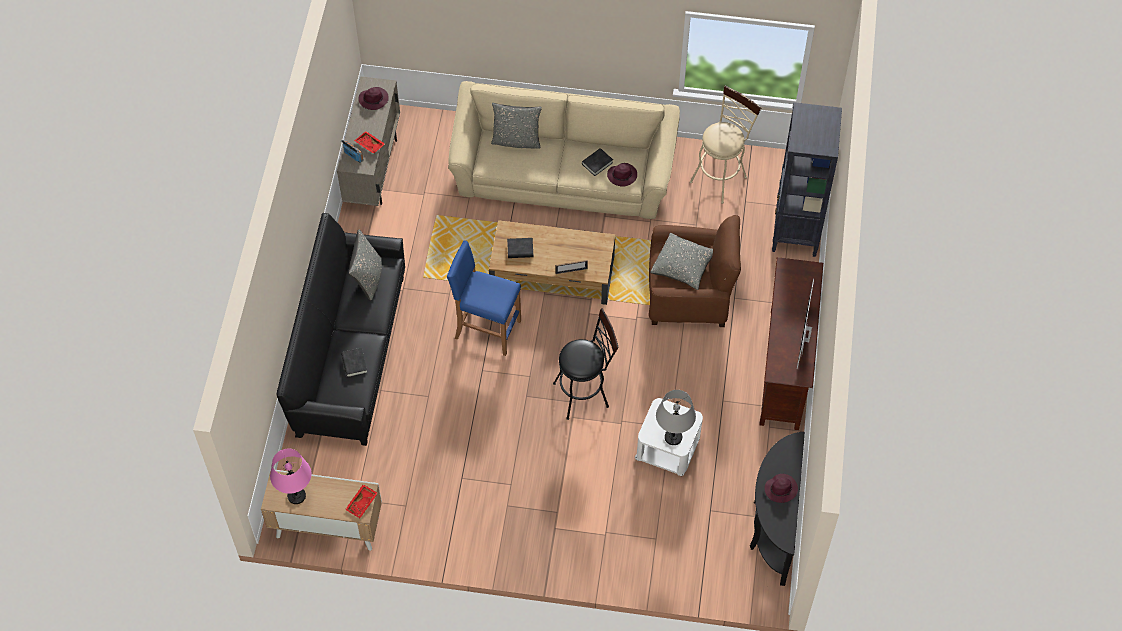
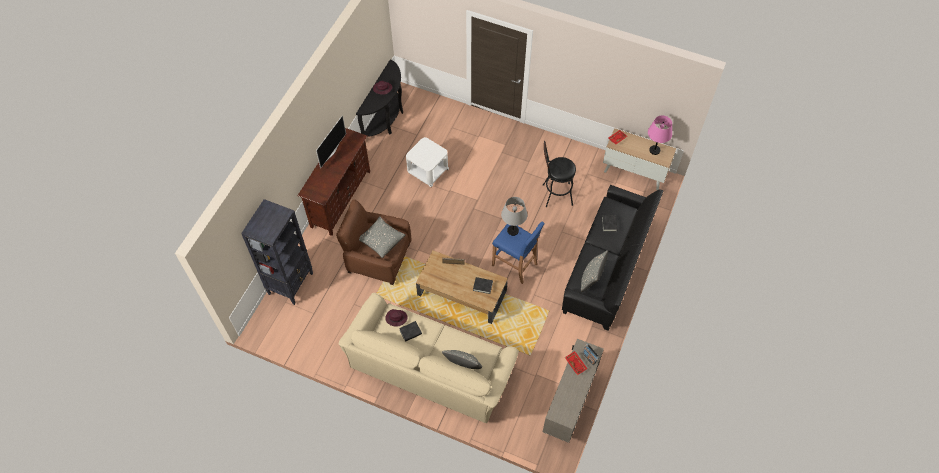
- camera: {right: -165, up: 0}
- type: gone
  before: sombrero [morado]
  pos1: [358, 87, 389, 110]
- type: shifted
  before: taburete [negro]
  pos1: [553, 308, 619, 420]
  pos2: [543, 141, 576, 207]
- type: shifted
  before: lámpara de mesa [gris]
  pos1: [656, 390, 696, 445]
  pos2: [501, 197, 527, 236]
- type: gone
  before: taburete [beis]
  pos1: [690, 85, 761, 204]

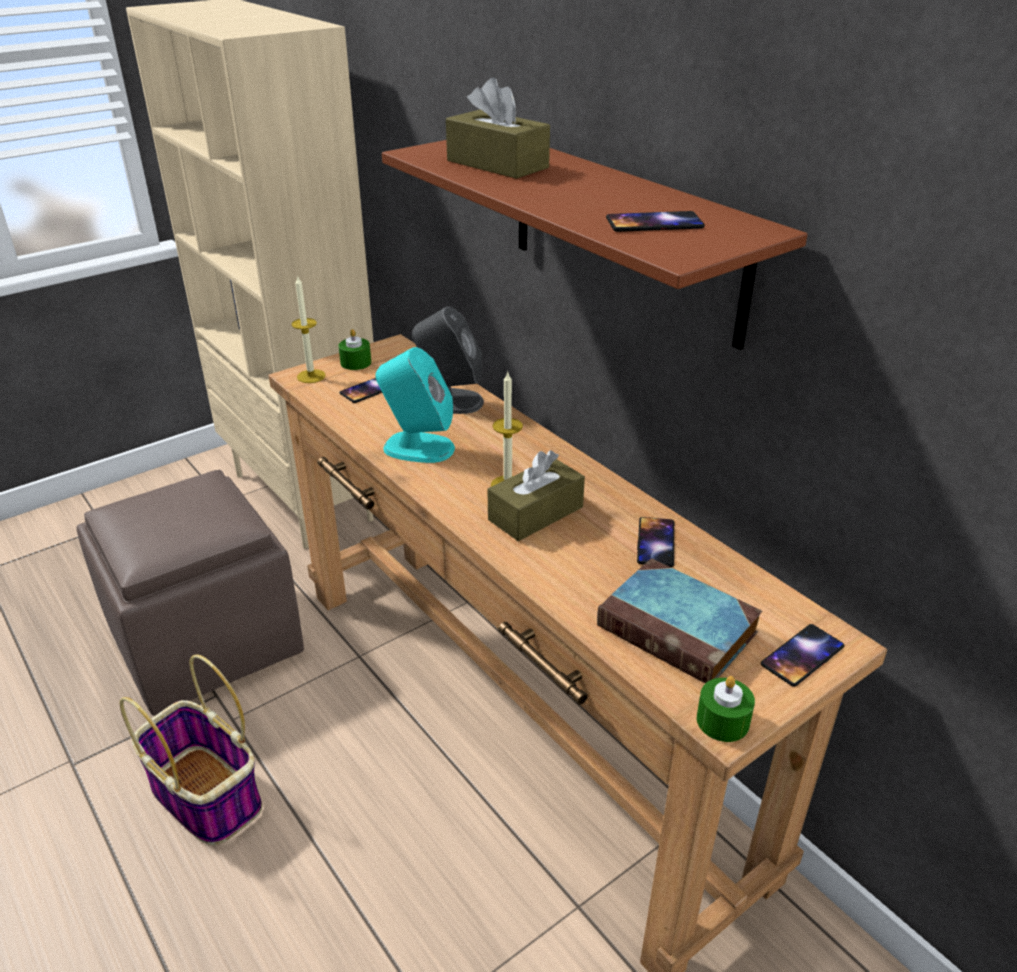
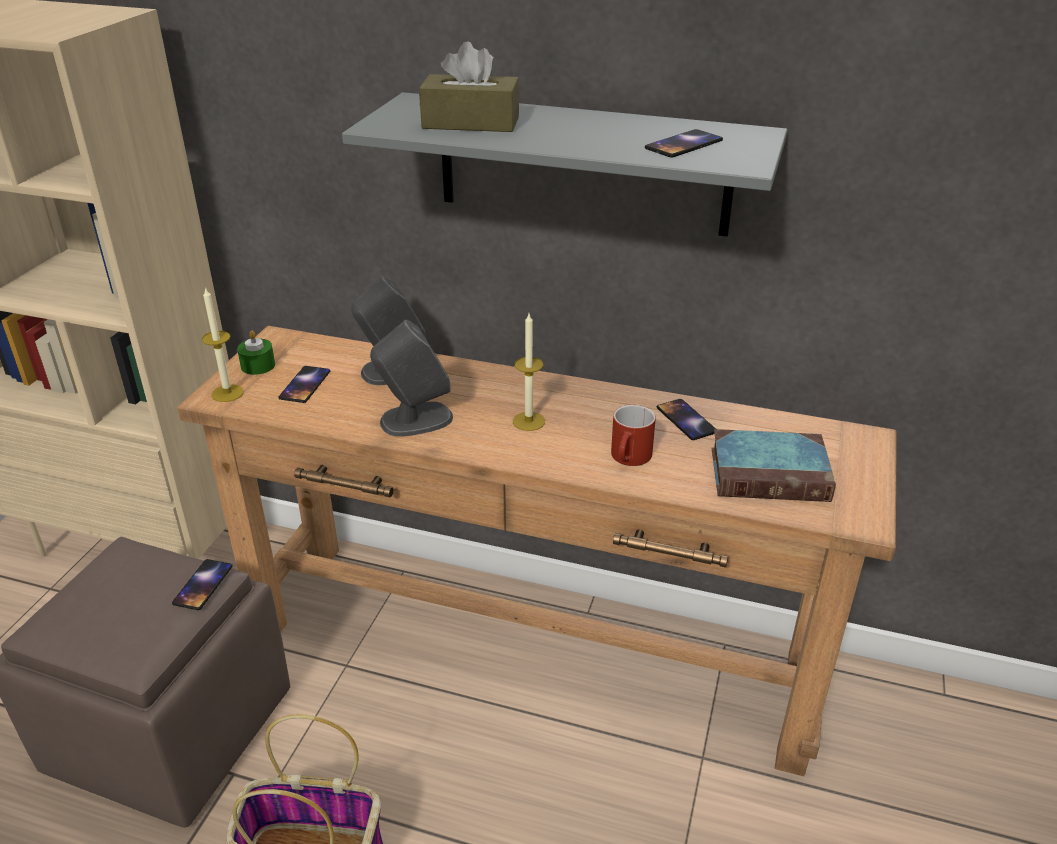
- camera: {right: -35, up: 0}
- type: repainted
  before: altavoz [turquesa]
  after: altavoz [gris]
  pos1: [376, 347, 455, 463]
  pos2: [370, 320, 453, 437]
- type: repainted
  before: estante [marrón]
  after: estante [gris]
  pos1: [382, 140, 808, 350]
  pos2: [342, 92, 787, 237]
- type: gone
  before: caja de pañuelos [marrón]
  pos1: [487, 450, 585, 541]
- type: gone
  before: vela [verde]
  pos1: [697, 676, 755, 742]
- type: shifted
  before: móvil
  pos1: [761, 624, 844, 687]
  pos2: [172, 559, 233, 610]
- type: new
  after: taza grande [rojo]
  pos2: [611, 405, 656, 466]

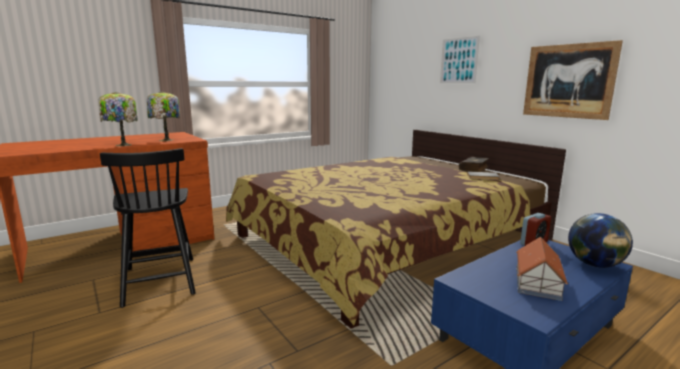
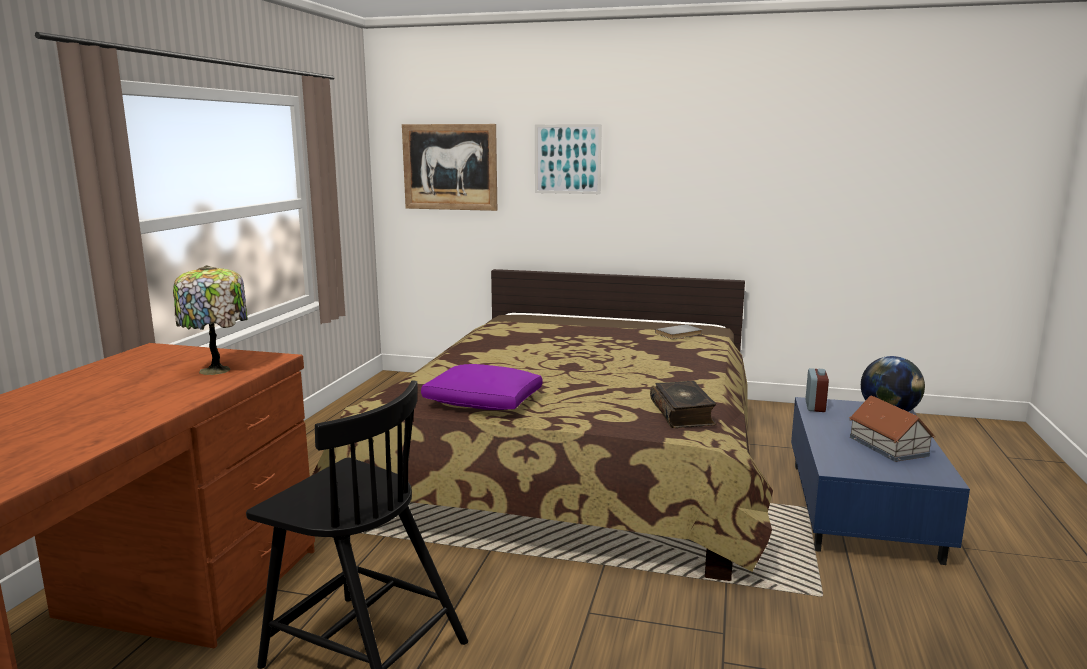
- camera: {right: -40, up: 0}
- type: gone
  before: lámpara de mesa
  pos1: [98, 92, 138, 146]
- type: shifted
  before: libro
  pos1: [459, 157, 489, 172]
  pos2: [650, 381, 716, 428]
- type: shifted
  before: cuadro
  pos1: [523, 40, 623, 120]
  pos2: [402, 124, 497, 211]
- type: new
  after: cojín [morado]
  pos2: [421, 364, 542, 410]

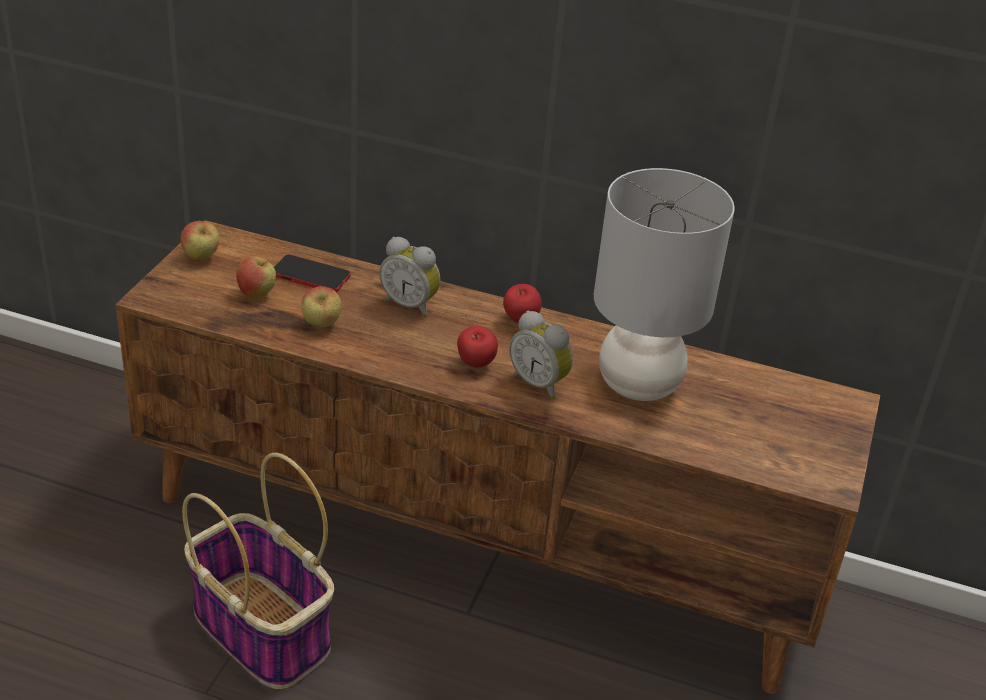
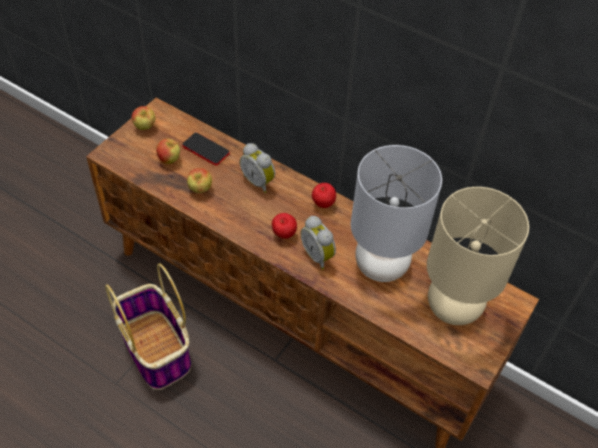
- camera: {right: 15, up: 15}
- type: new
  after: lámpara de mesa [beis]
  pos2: [427, 187, 529, 325]

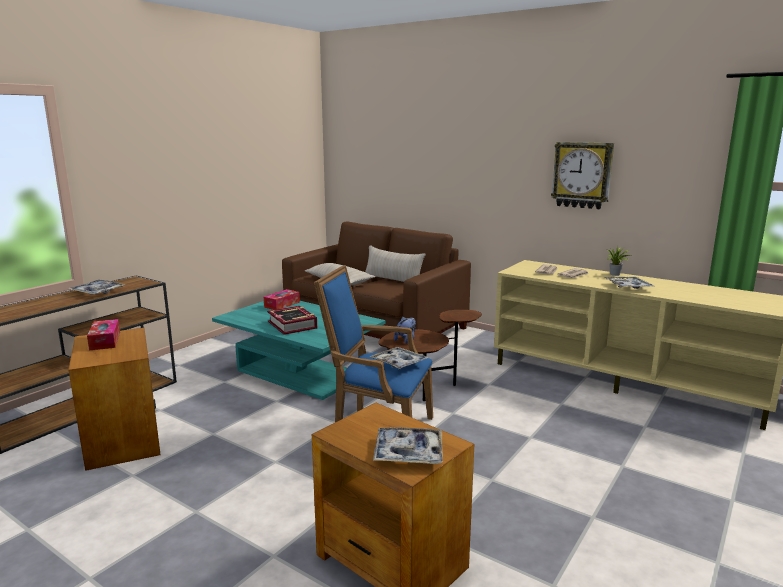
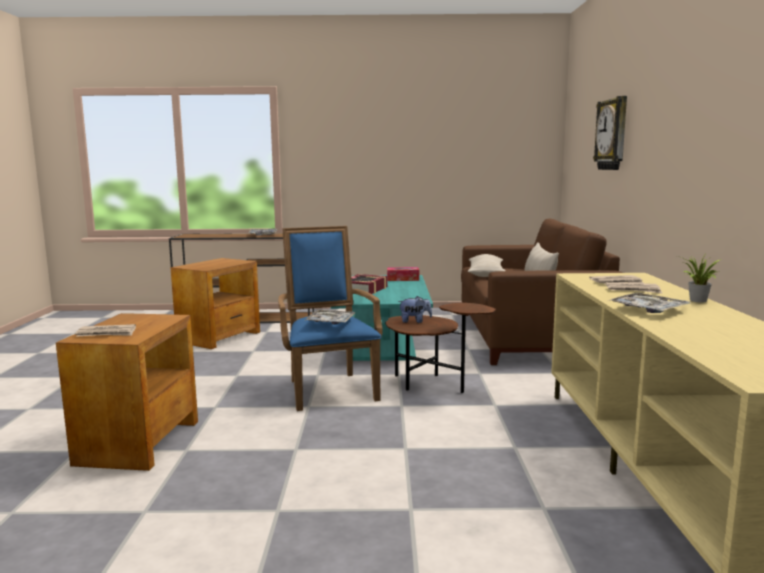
- camera: {right: 55, up: -5}
- type: gone
  before: caja de pañuelos
  pos1: [87, 319, 120, 351]
- type: swapped
  before: bandeja
  after: periódico
  pos1: [373, 427, 443, 464]
  pos2: [75, 324, 136, 337]
- type: shifted
  before: reloj de pared
  pos1: [551, 142, 614, 209]
  pos2: [593, 96, 627, 170]

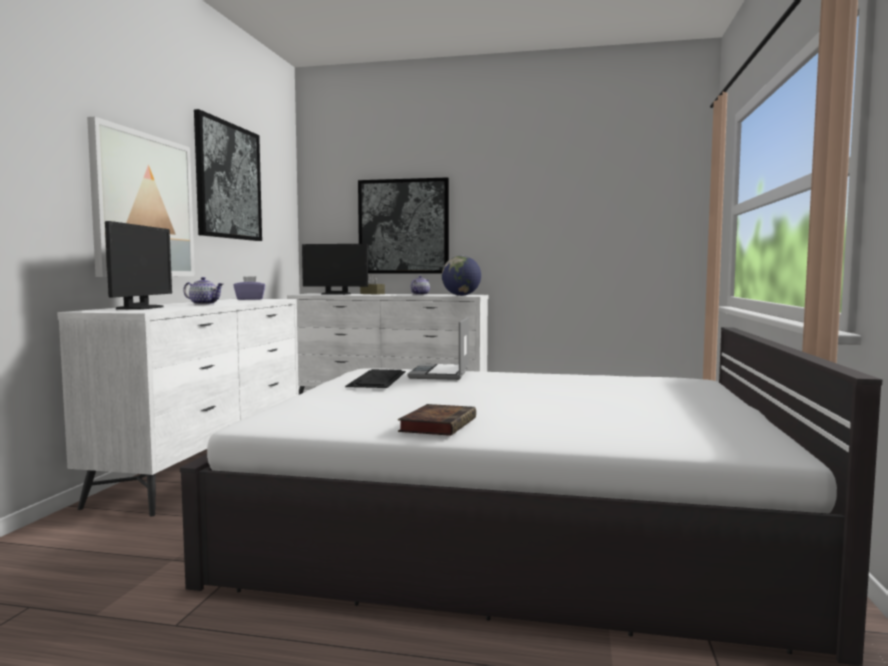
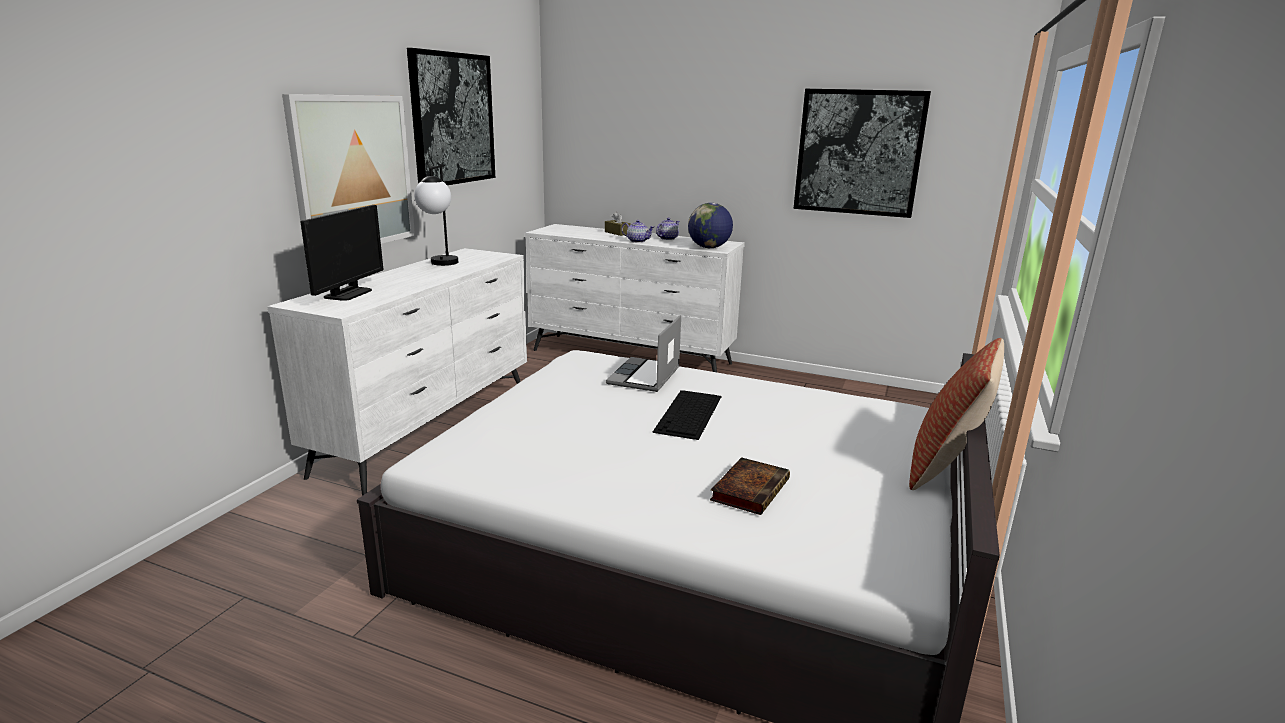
- camera: {right: 10, up: 15}
- type: shifted
  before: tetera
  pos1: [183, 277, 223, 305]
  pos2: [621, 220, 654, 243]
- type: gone
  before: caja de pañuelos [morado]
  pos1: [233, 276, 265, 300]
- type: gone
  before: monitor
  pos1: [302, 244, 368, 295]
- type: shifted
  before: teclado
  pos1: [345, 369, 406, 388]
  pos2: [652, 390, 721, 440]
- type: shifted
  before: cuadro
  pos1: [358, 177, 449, 274]
  pos2: [794, 89, 931, 218]
- type: shifted
  before: libro
  pos1: [398, 404, 476, 436]
  pos2: [710, 457, 790, 515]
- type: new
  after: lámpara de mesa
  pos2: [414, 164, 458, 266]
- type: new
  after: cojín
  pos2: [909, 338, 1004, 490]

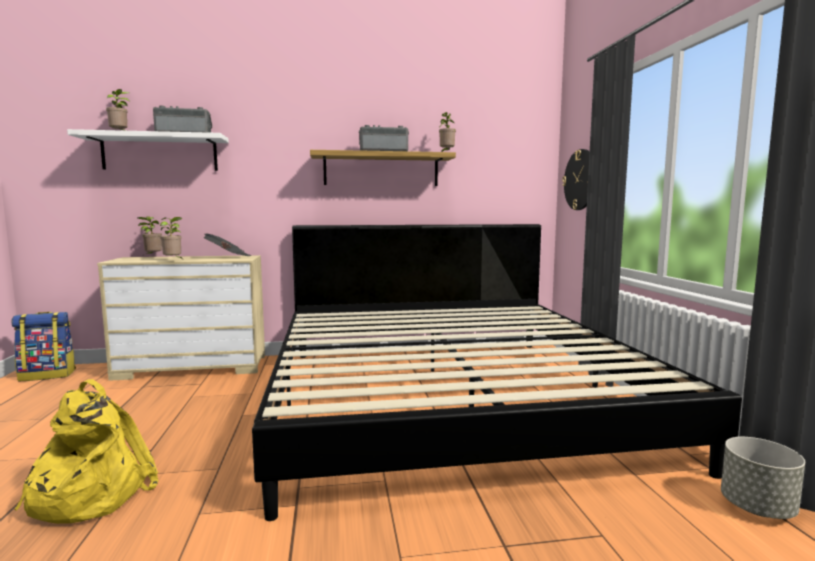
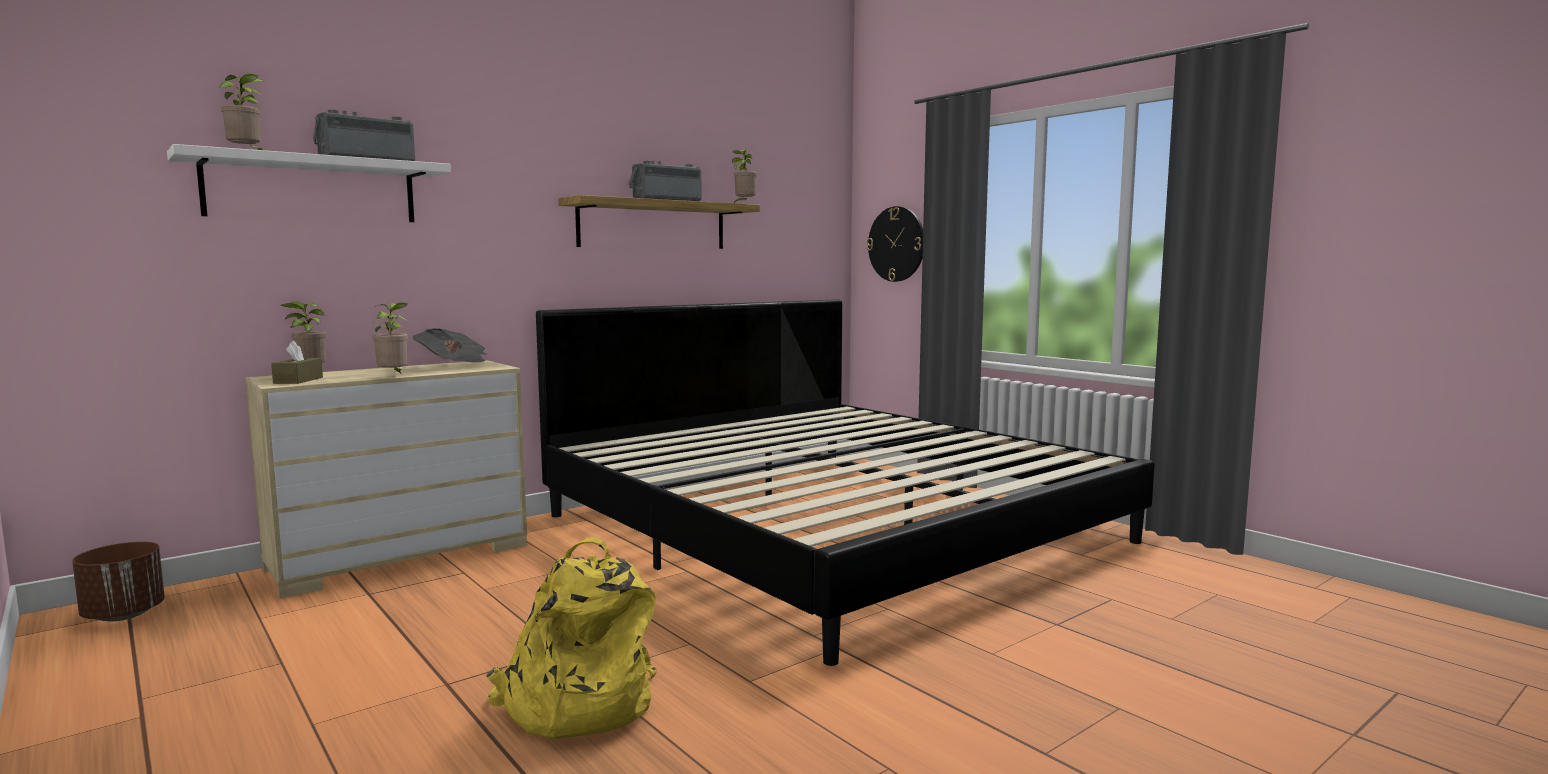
- camera: {right: -30, up: 0}
- type: swapped
  before: mochila
  after: maceta [marrón]
  pos1: [11, 312, 76, 382]
  pos2: [72, 542, 165, 621]
- type: gone
  before: maceta [gris]
  pos1: [721, 437, 805, 519]
- type: new
  after: caja de pañuelos [marrón]
  pos2: [271, 341, 323, 384]

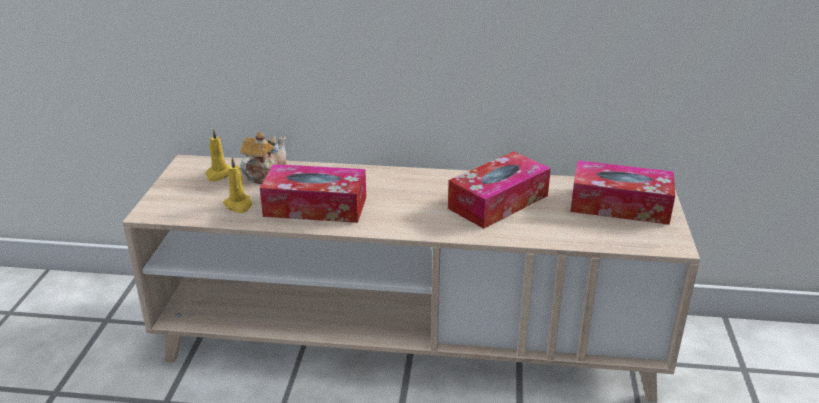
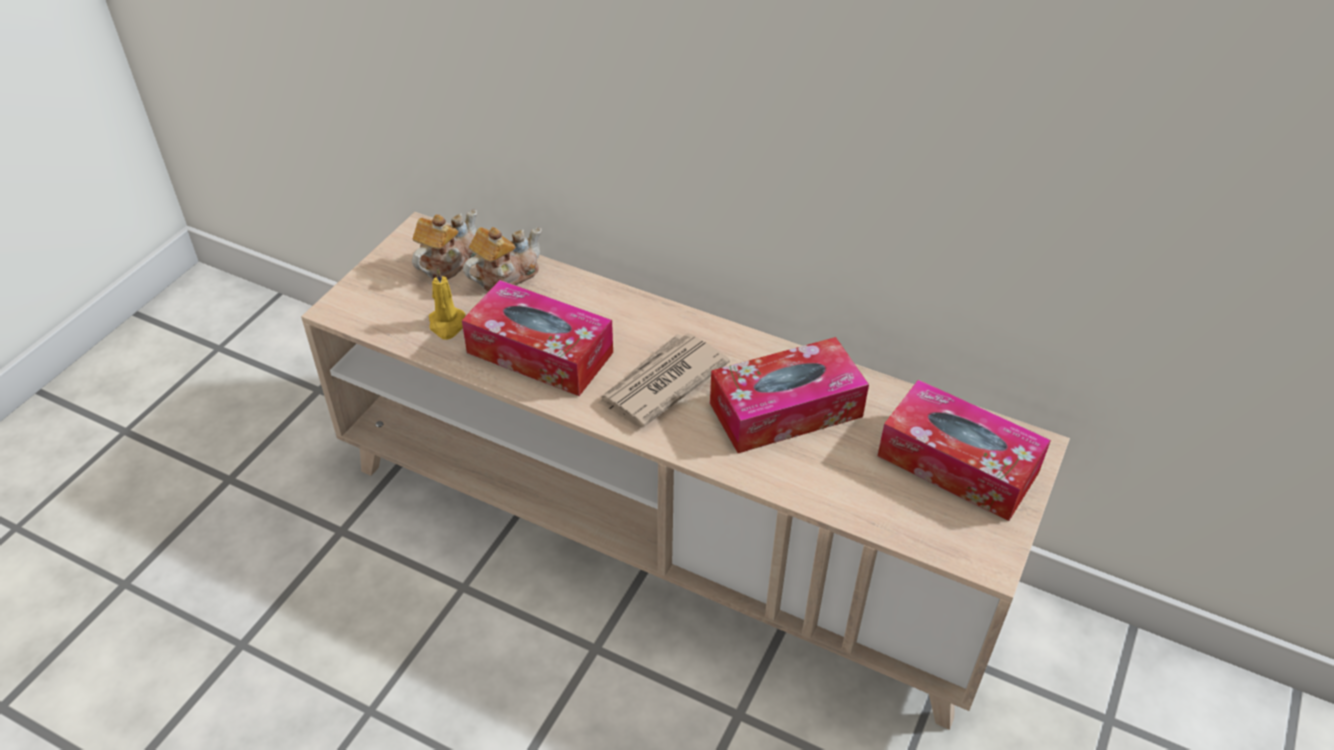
- camera: {right: 20, up: 15}
- type: swapped
  before: vela [amarillo]
  after: tetera
  pos1: [206, 128, 230, 181]
  pos2: [412, 210, 477, 280]
- type: new
  after: periódico
  pos2: [597, 333, 730, 427]

